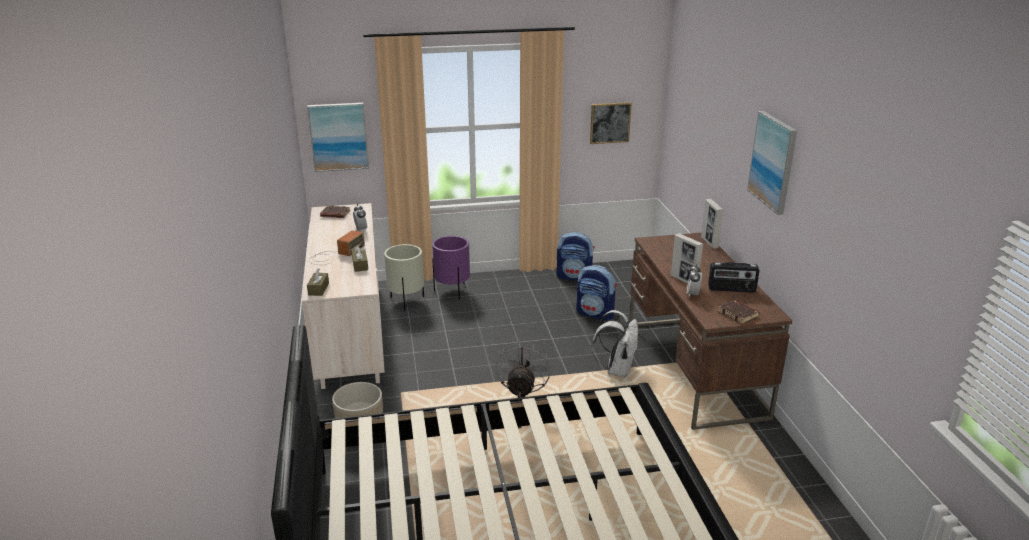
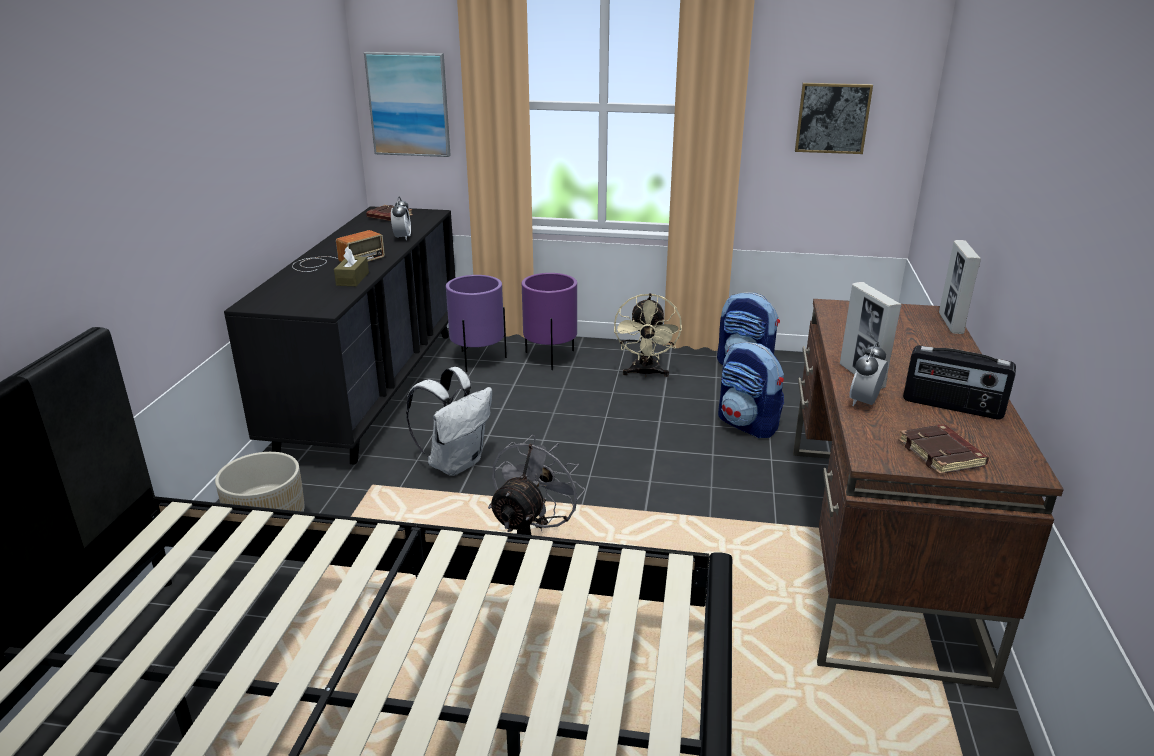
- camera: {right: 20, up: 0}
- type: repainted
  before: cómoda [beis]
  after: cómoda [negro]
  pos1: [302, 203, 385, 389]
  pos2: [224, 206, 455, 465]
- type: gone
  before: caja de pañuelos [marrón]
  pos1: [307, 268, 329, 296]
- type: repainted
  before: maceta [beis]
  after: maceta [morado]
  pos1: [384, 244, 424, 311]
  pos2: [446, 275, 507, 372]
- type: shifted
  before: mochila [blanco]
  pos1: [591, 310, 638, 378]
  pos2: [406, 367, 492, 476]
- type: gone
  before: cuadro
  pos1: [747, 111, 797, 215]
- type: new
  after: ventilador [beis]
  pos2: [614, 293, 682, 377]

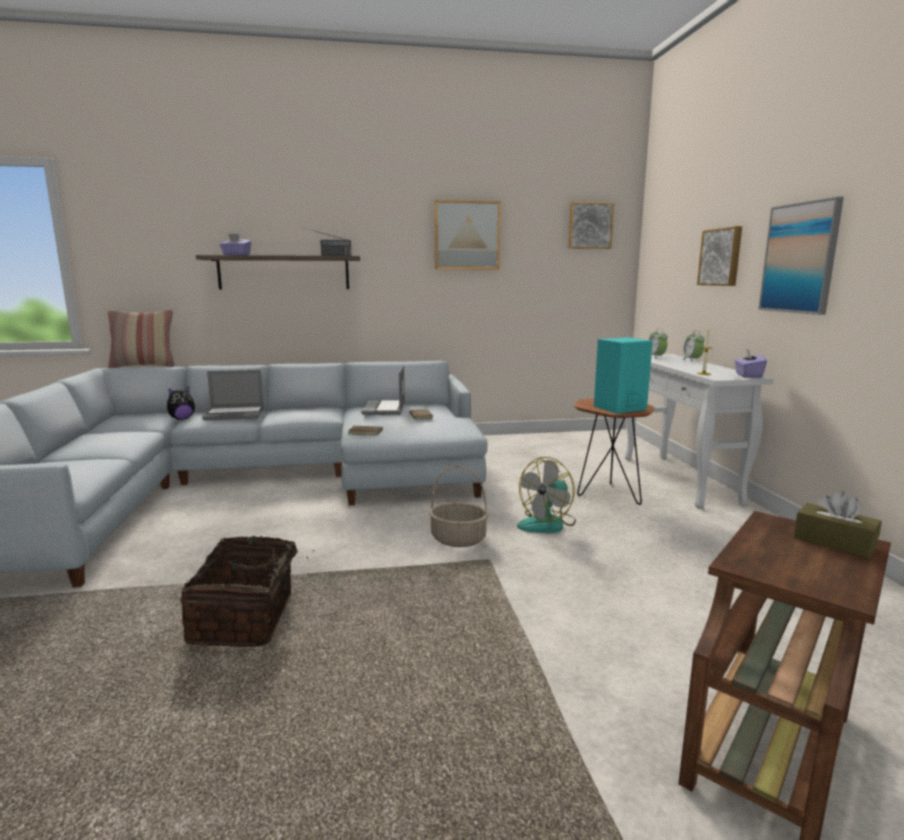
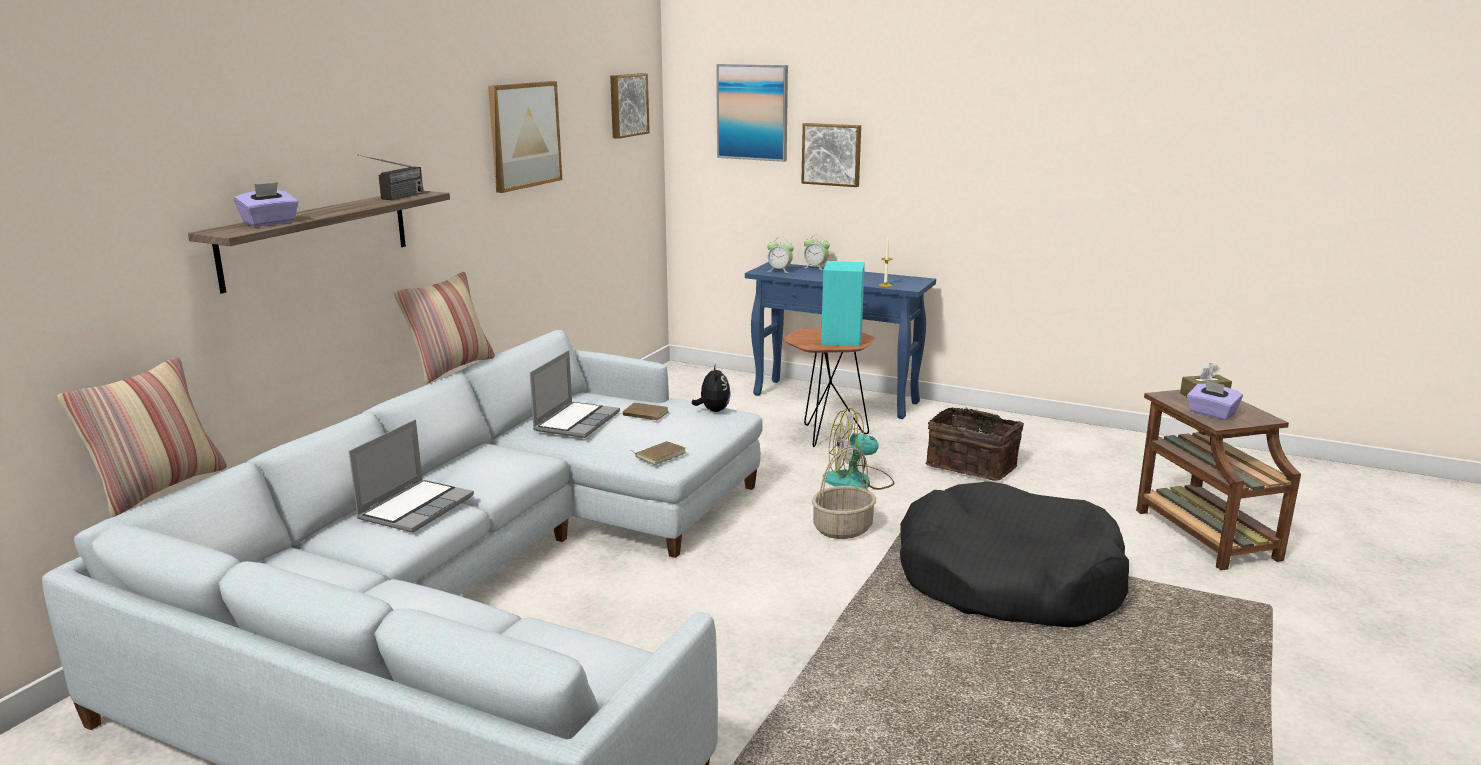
- camera: {right: -55, up: 5}
- type: shifted
  before: peluche
  pos1: [167, 387, 195, 420]
  pos2: [692, 364, 731, 412]
- type: shifted
  before: cesta
  pos1: [180, 536, 314, 647]
  pos2: [926, 407, 1024, 481]
- type: rotated
  before: portátil
  pos1: [361, 365, 405, 415]
  pos2: [530, 350, 620, 438]
  turn: -105
- type: rotated
  before: ventilador
  pos1: [517, 457, 576, 533]
  pos2: [823, 408, 894, 490]
  turn: 90
- type: repainted
  before: mesa consola [blanco]
  after: mesa consola [azul]
  pos1: [625, 354, 774, 509]
  pos2: [745, 262, 936, 419]
- type: shifted
  before: caja de pañuelos [morado]
  pos1: [734, 349, 767, 378]
  pos2: [1187, 380, 1243, 420]
- type: shifted
  before: cuadro
  pos1: [758, 197, 844, 315]
  pos2: [716, 64, 788, 162]
- type: new
  after: cojín
  pos2: [394, 272, 495, 383]
- type: new
  after: cama para perro [negro]
  pos2: [900, 481, 1129, 627]

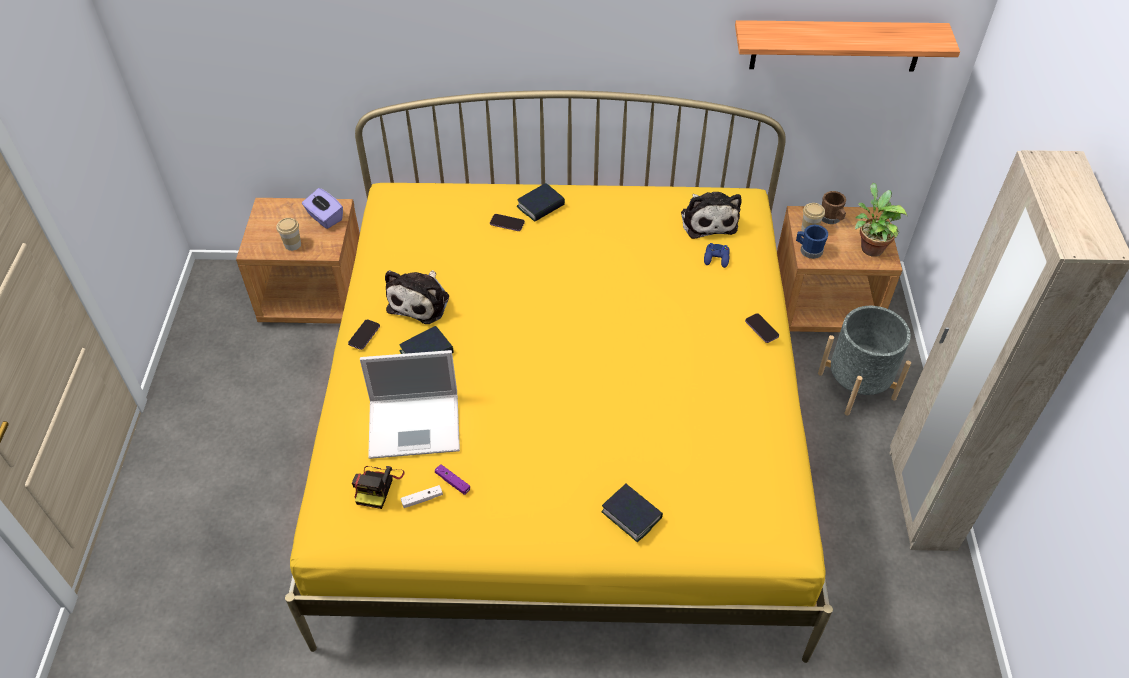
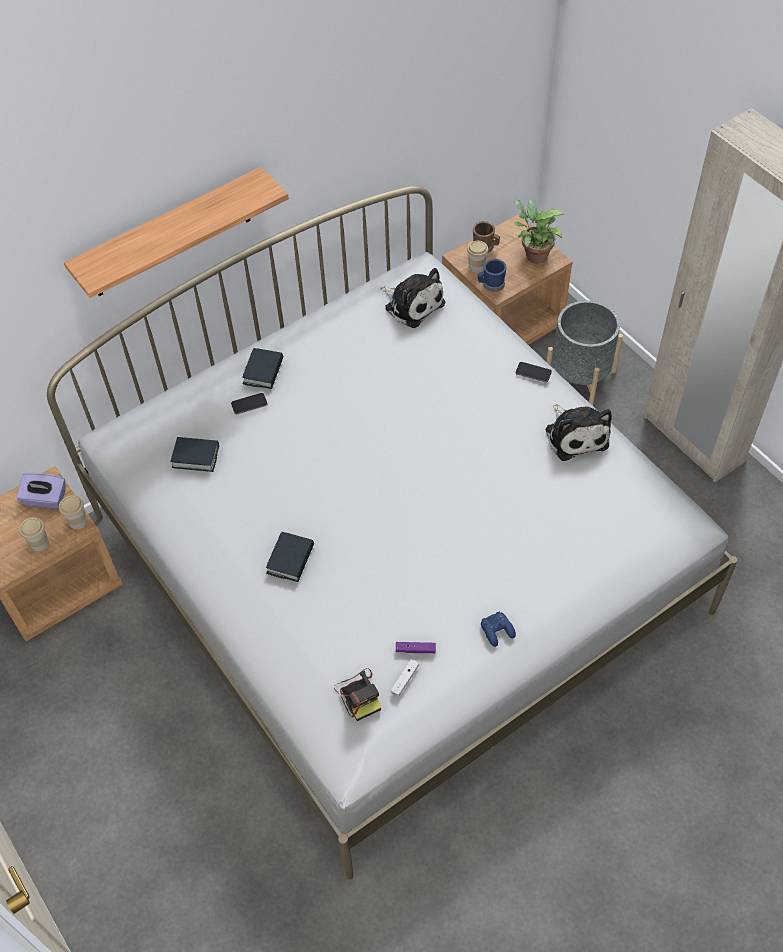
- camera: {right: -35, up: 5}
- type: repainted
  before: cama [amarillo]
  after: cama [blanco]
  pos1: [285, 90, 833, 663]
  pos2: [47, 186, 738, 880]
- type: gone
  before: móvil
  pos1: [348, 319, 380, 350]
- type: gone
  before: portátil
  pos1: [360, 350, 460, 459]
- type: shifted
  before: peluche
  pos1: [385, 270, 449, 324]
  pos2: [545, 404, 612, 461]
- type: shifted
  before: libro
  pos1: [601, 484, 663, 542]
  pos2: [170, 437, 219, 472]
- type: shifted
  before: mando de consola [azul]
  pos1: [704, 243, 730, 268]
  pos2: [481, 612, 516, 647]
- type: shifted
  before: estante
  pos1: [735, 20, 960, 71]
  pos2: [64, 167, 289, 298]
- type: new
  after: taza
  pos2: [59, 495, 87, 529]

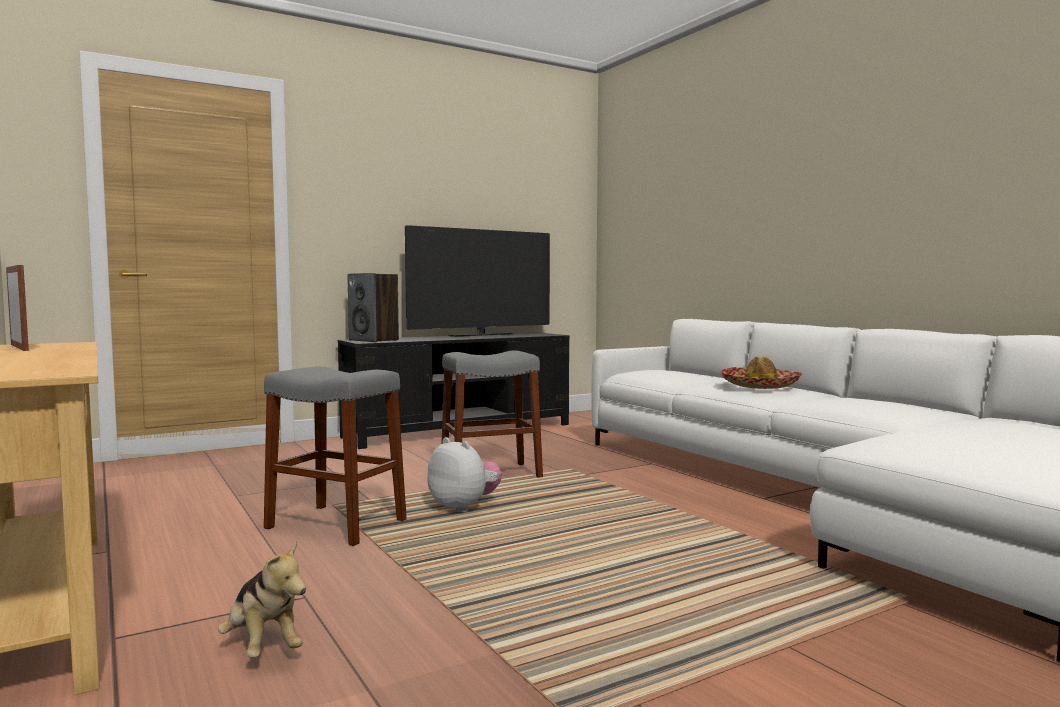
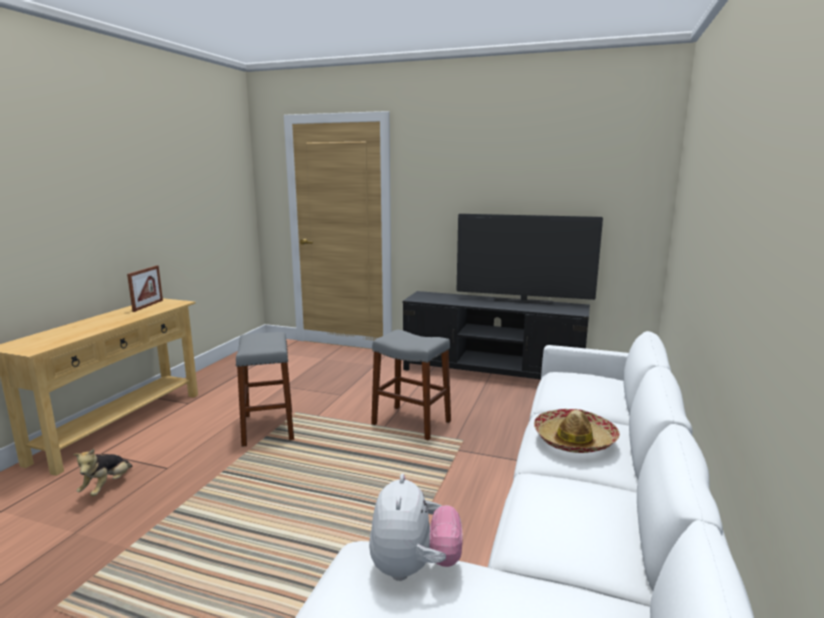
- camera: {right: 50, up: 10}
- type: gone
  before: altavoz
  pos1: [348, 273, 399, 342]
- type: shifted
  before: peluche
  pos1: [427, 437, 502, 512]
  pos2: [369, 474, 463, 581]

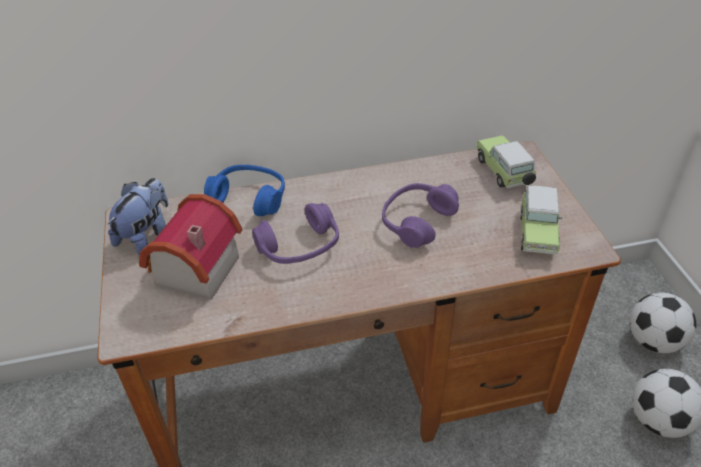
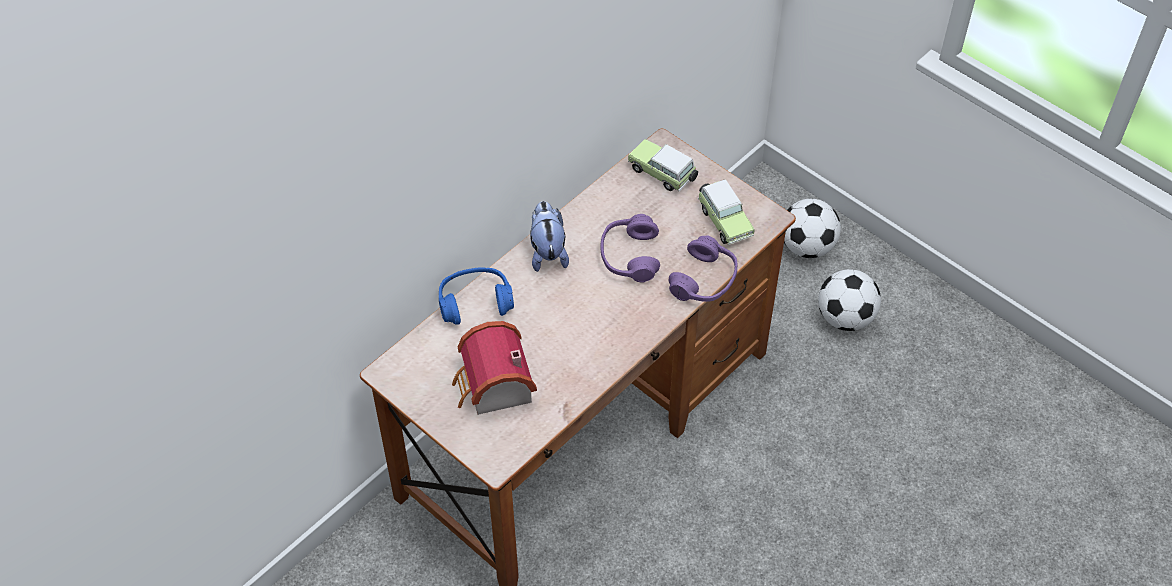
- camera: {right: -35, up: 10}
- type: shifted
  before: peluche
  pos1: [108, 178, 168, 256]
  pos2: [530, 201, 569, 272]
- type: shifted
  before: auriculares [morado]
  pos1: [252, 203, 339, 264]
  pos2: [669, 235, 737, 302]

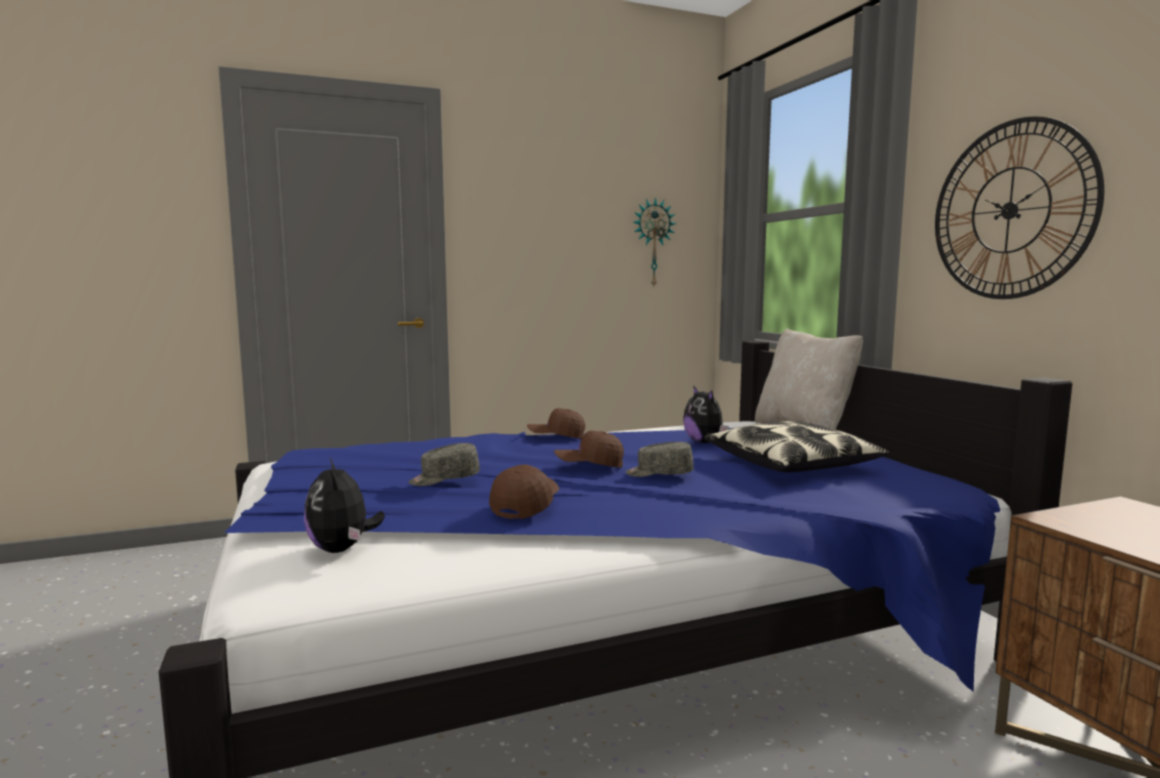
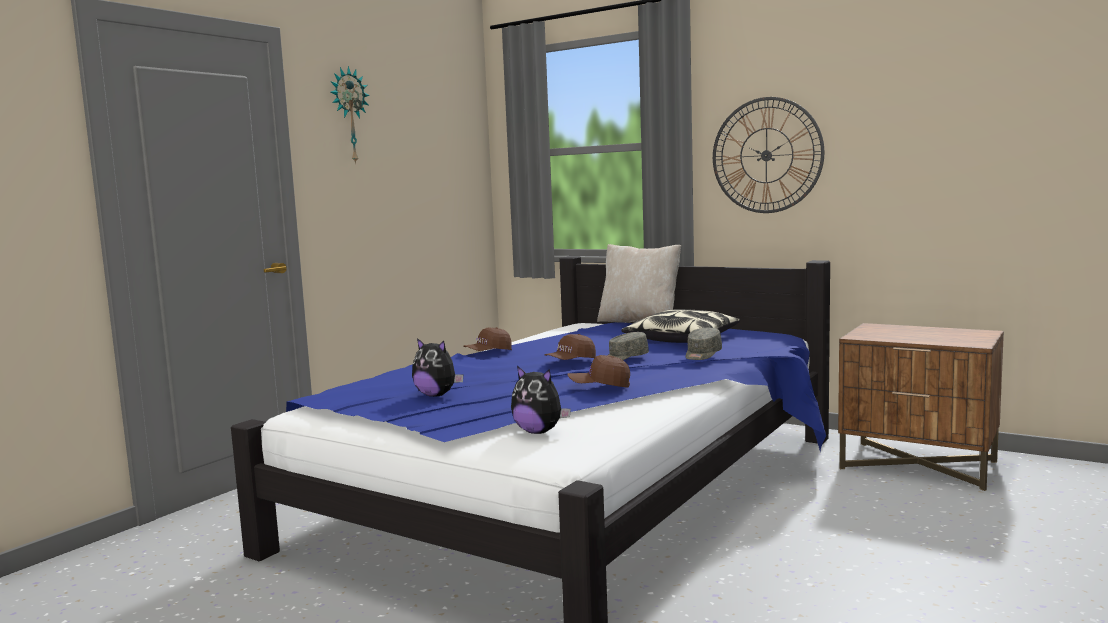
- camera: {right: -35, up: 0}
- type: shifted
  before: gorra [gris]
  pos1: [408, 443, 480, 486]
  pos2: [686, 328, 722, 360]
- type: rotated
  before: gorra [marrón]
  pos1: [489, 464, 559, 519]
  pos2: [567, 355, 630, 388]
  turn: -75
- type: shifted
  before: reloj de pared
  pos1: [633, 197, 677, 286]
  pos2: [330, 66, 370, 164]
- type: shifted
  before: peluche
  pos1: [683, 385, 729, 443]
  pos2: [412, 338, 463, 397]

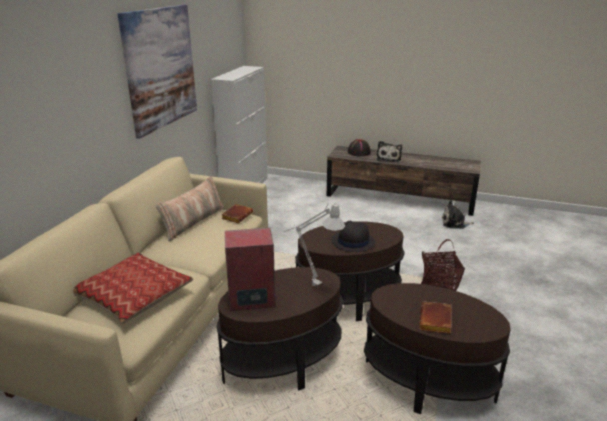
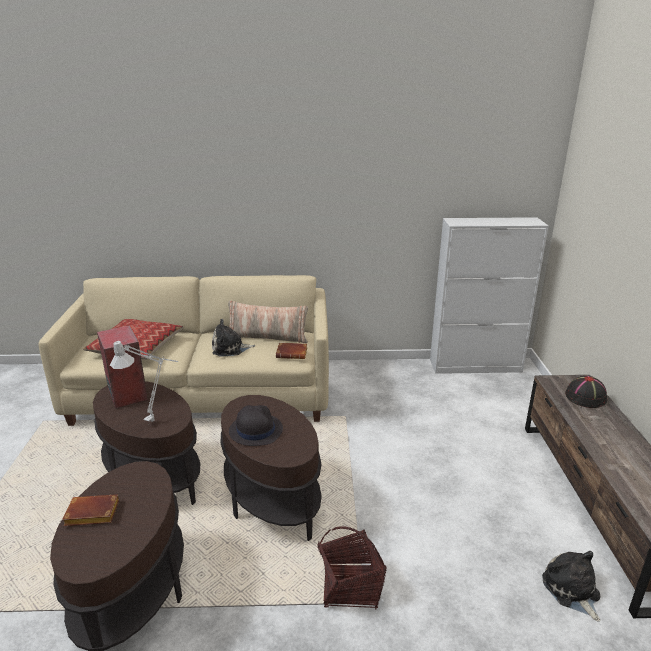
- camera: {right: 70, up: 0}
- type: gone
  before: cuadro
  pos1: [118, 5, 197, 139]
- type: shifted
  before: peluche
  pos1: [377, 141, 402, 162]
  pos2: [212, 319, 256, 357]

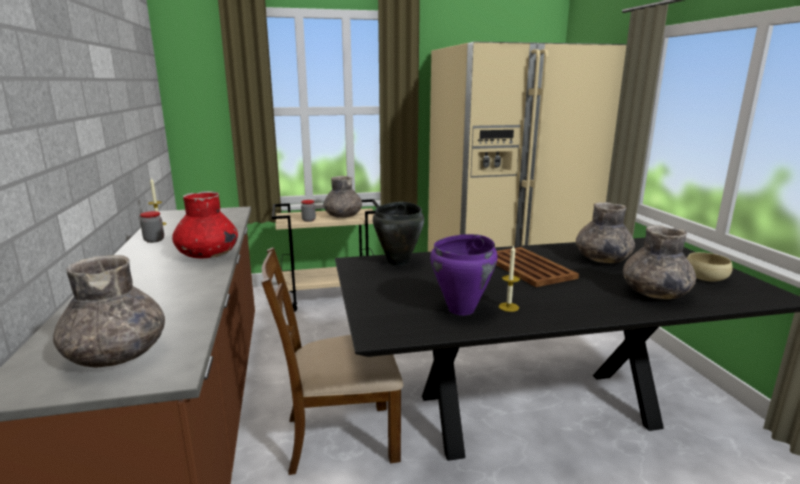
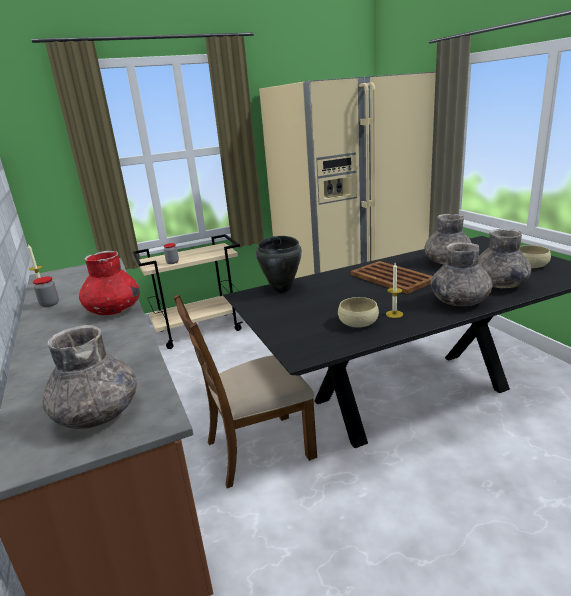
- camera: {right: -10, up: 5}
- type: shifted
  before: florero [gris]
  pos1: [323, 176, 362, 218]
  pos2: [430, 242, 493, 306]
- type: swapped
  before: olla [morado]
  after: cuenco [beis]
  pos1: [430, 234, 498, 315]
  pos2: [338, 297, 379, 328]

